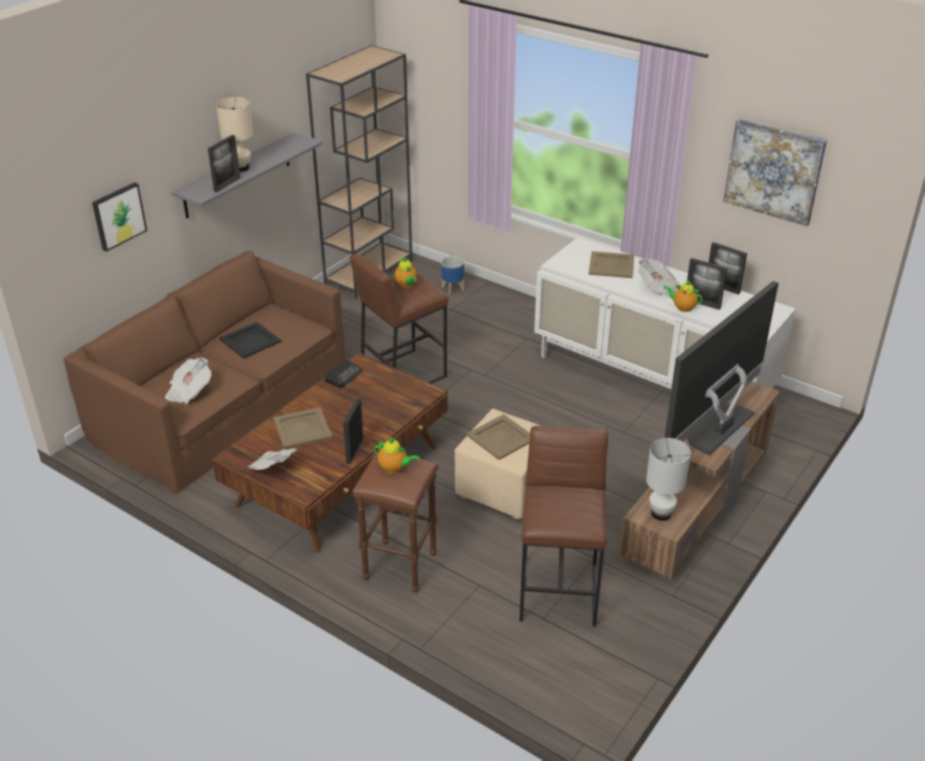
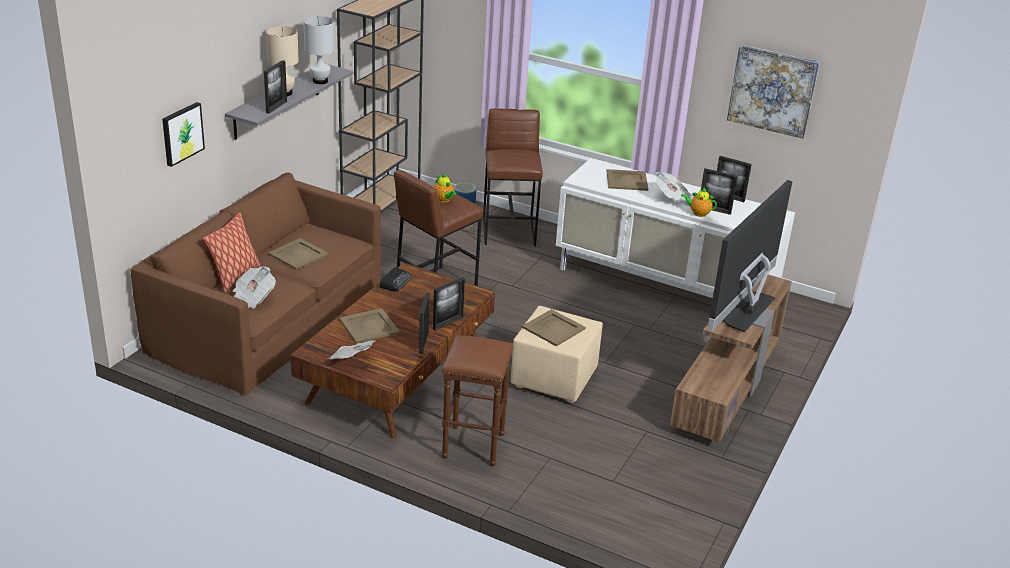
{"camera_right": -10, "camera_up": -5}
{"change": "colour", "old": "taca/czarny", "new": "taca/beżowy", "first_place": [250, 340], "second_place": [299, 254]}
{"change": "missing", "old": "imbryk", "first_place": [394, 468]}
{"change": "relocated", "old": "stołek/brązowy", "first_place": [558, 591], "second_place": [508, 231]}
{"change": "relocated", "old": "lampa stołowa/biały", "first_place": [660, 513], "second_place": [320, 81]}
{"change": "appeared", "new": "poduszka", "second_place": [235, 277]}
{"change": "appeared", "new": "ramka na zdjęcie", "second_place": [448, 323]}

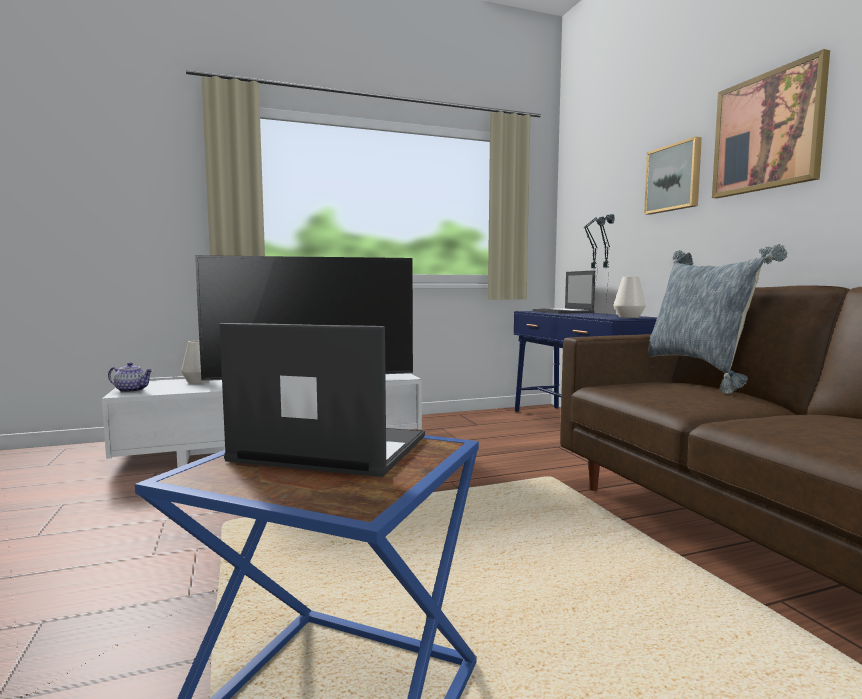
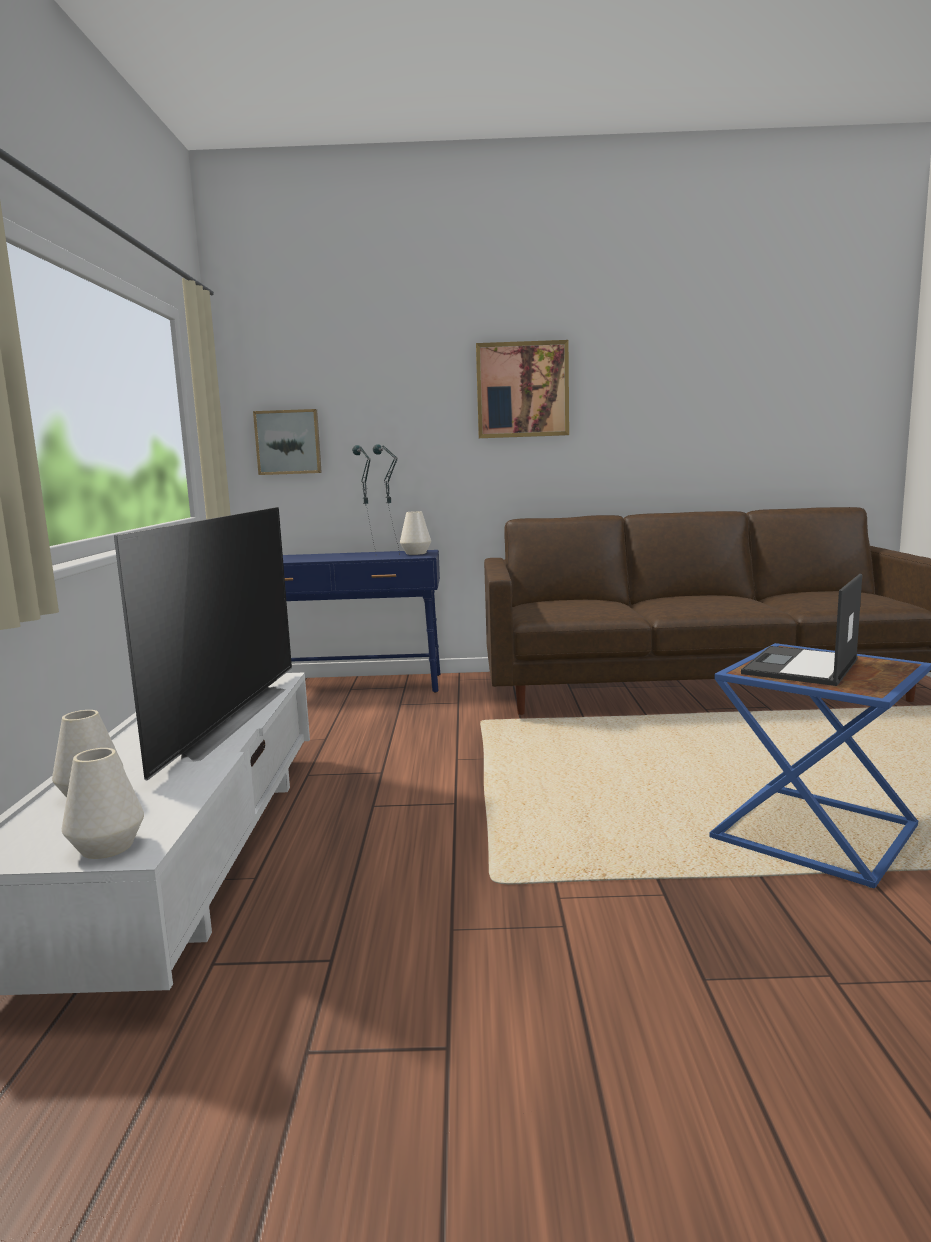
{"camera_right": -70, "camera_up": 5}
{"change": "exchanged", "old": "imbryk", "new": "wazon/biały", "first_place": [132, 390], "second_place": [106, 847]}
{"change": "missing", "old": "laptop", "first_place": [563, 312]}
{"change": "relocated", "old": "obraz", "first_place": [674, 178], "second_place": [288, 442]}
{"change": "missing", "old": "poduszka", "first_place": [698, 382]}

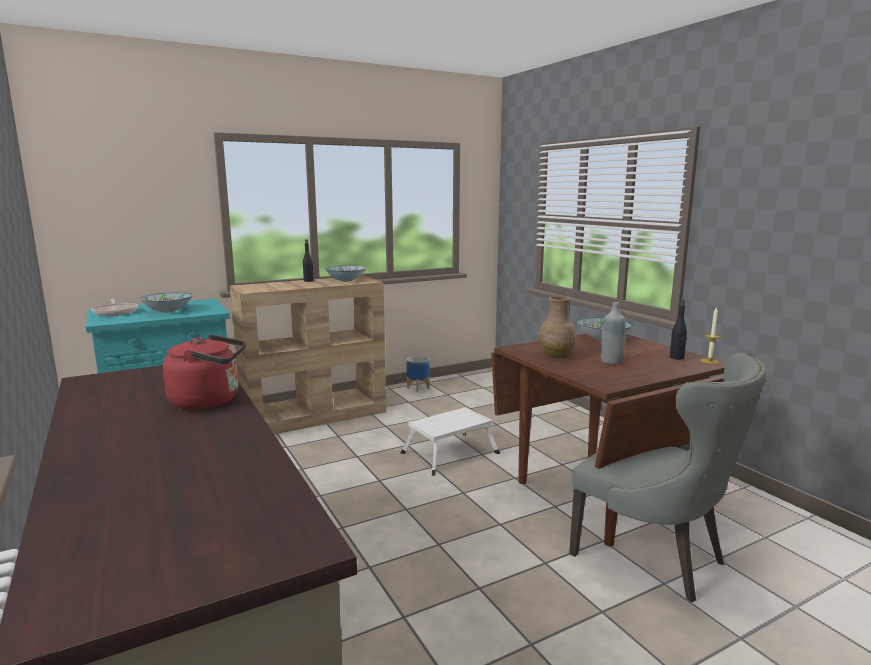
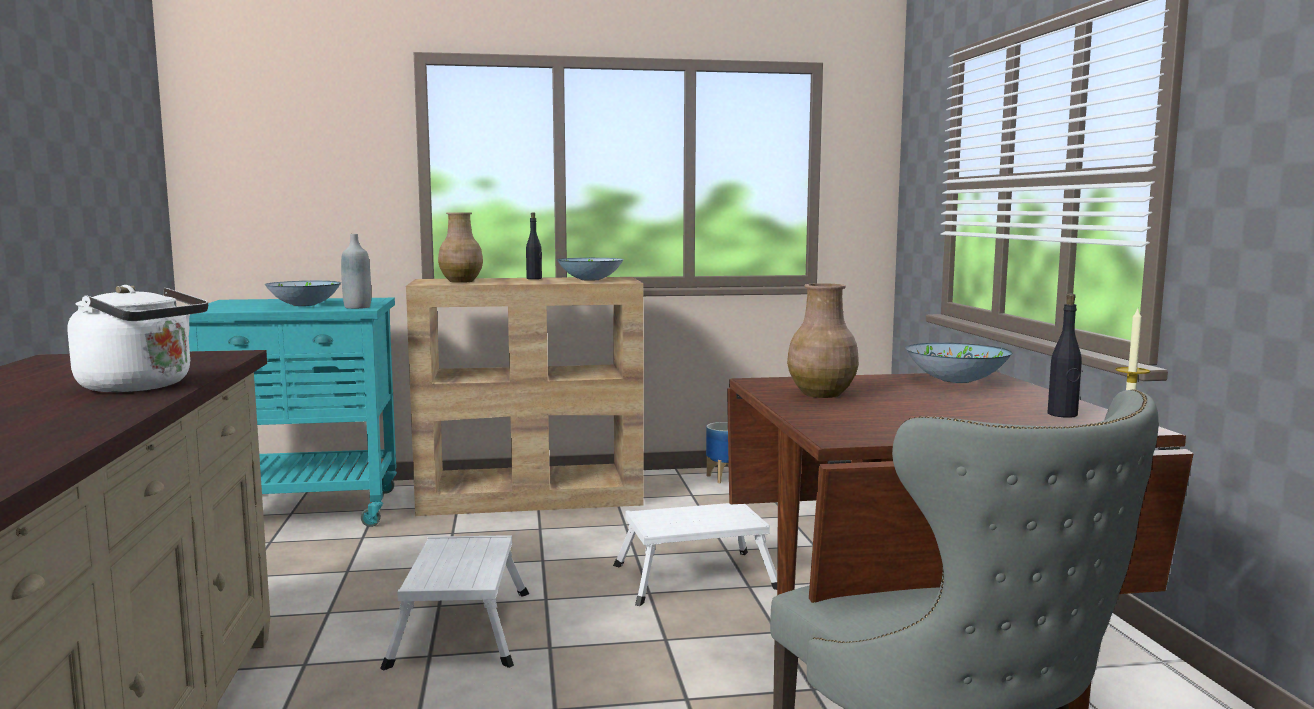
{"camera_right": 20, "camera_up": -5}
{"change": "missing", "old": "patelnia", "first_place": [115, 312]}
{"change": "colour", "old": "czajnik/czerwony", "new": "czajnik/biały", "first_place": [210, 401], "second_place": [142, 386]}
{"change": "relocated", "old": "butelka/szary", "first_place": [611, 361], "second_place": [357, 307]}
{"change": "appeared", "new": "drabinka/biały", "second_place": [461, 627]}
{"change": "appeared", "new": "wazon/brązowy", "second_place": [462, 281]}

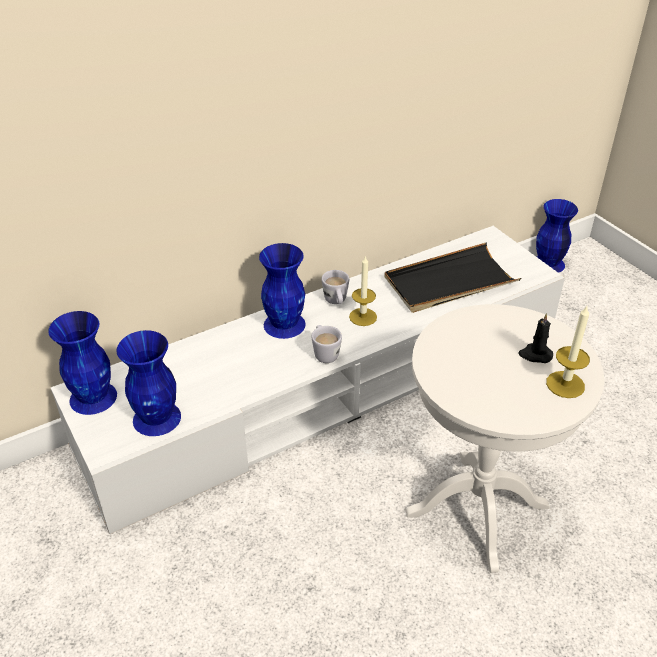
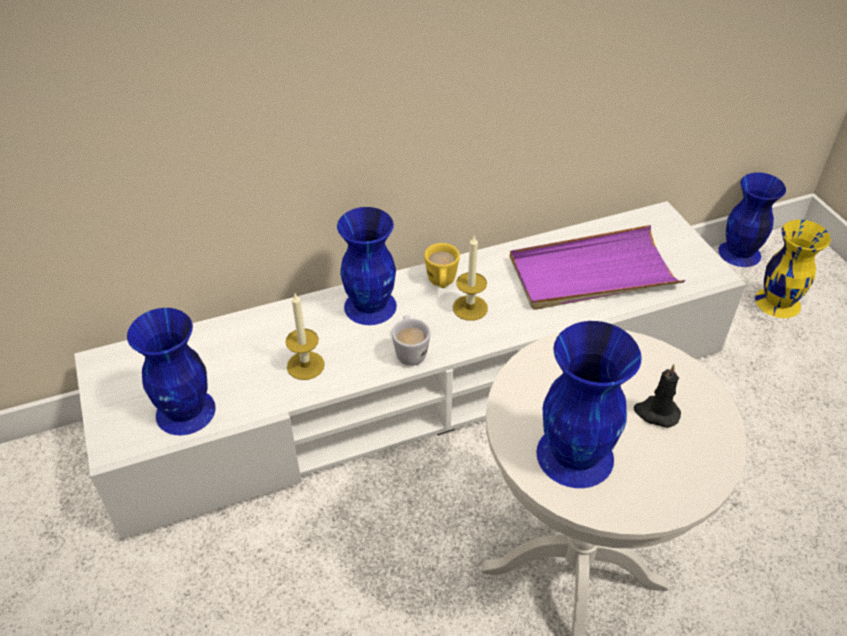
{"camera_right": 10, "camera_up": 5}
{"change": "relocated", "old": "wazon/niebieski", "first_place": [94, 397], "second_place": [576, 455]}
{"change": "colour", "old": "kubek/biały", "new": "kubek/żółty", "first_place": [336, 302], "second_place": [441, 283]}
{"change": "colour", "old": "taca/czarny", "new": "taca/fioletowy", "first_place": [449, 282], "second_place": [592, 273]}
{"change": "relocated", "old": "świeca", "first_place": [565, 384], "second_place": [305, 365]}
{"change": "appeared", "new": "wazon/żółty", "second_place": [777, 301]}

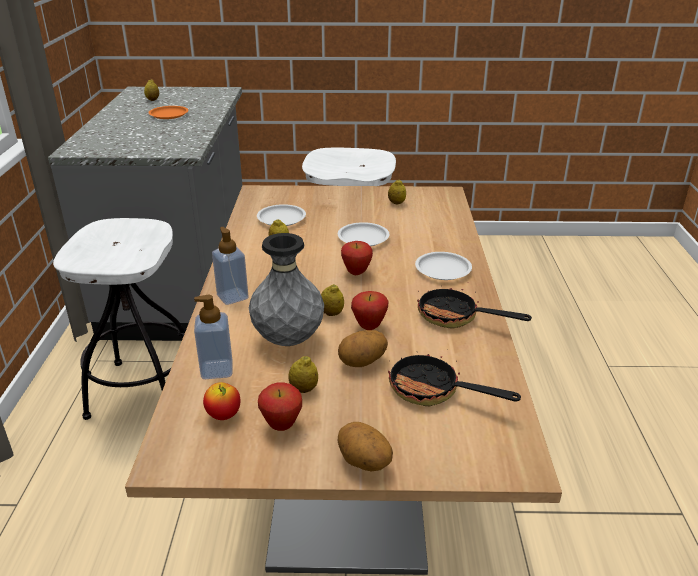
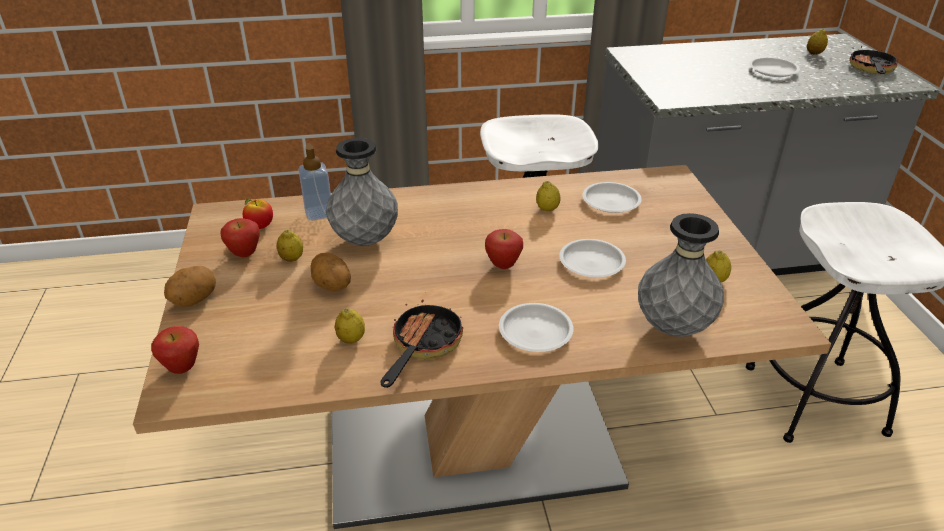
{"camera_right": 80, "camera_up": 5}
{"change": "colour", "old": "talerz/pomarańczowy", "new": "talerz/biały", "first_place": [168, 115], "second_place": [772, 70]}
{"change": "missing", "old": "dozownik mydła", "first_place": [232, 297]}
{"change": "relocated", "old": "cytryna", "first_place": [331, 313], "second_place": [351, 339]}
{"change": "relocated", "old": "jabłko", "first_place": [369, 327], "second_place": [182, 368]}
{"change": "relocated", "old": "patelnia", "first_place": [433, 391], "second_place": [871, 70]}
{"change": "appeared", "new": "wazon/szary", "second_place": [673, 328]}

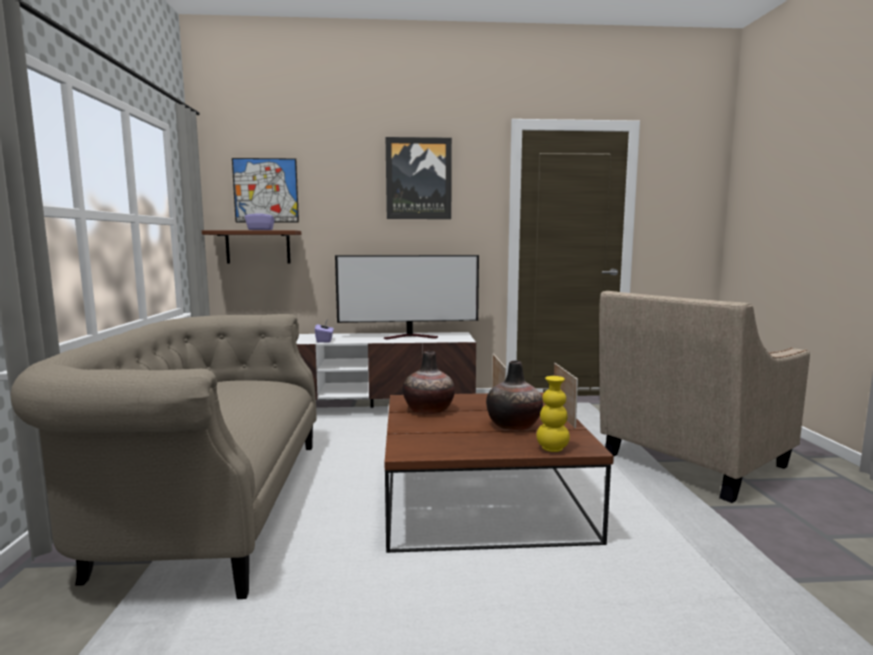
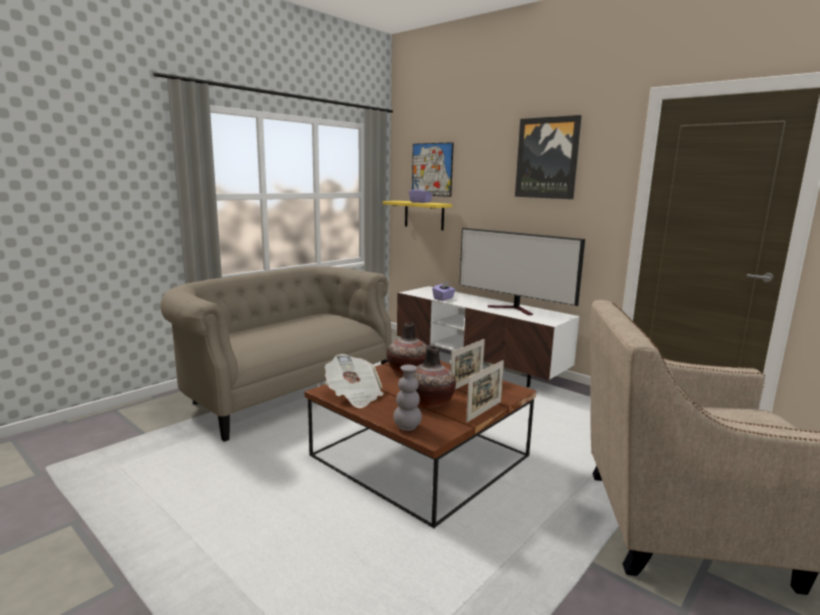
{"camera_right": 45, "camera_up": 5}
{"change": "colour", "old": "półka/brązowy", "new": "półka/żółty", "first_place": [258, 247], "second_place": [424, 215]}
{"change": "colour", "old": "wazon/żółty", "new": "wazon/szary", "first_place": [552, 449], "second_place": [407, 427]}
{"change": "appeared", "new": "gazeta", "second_place": [354, 395]}

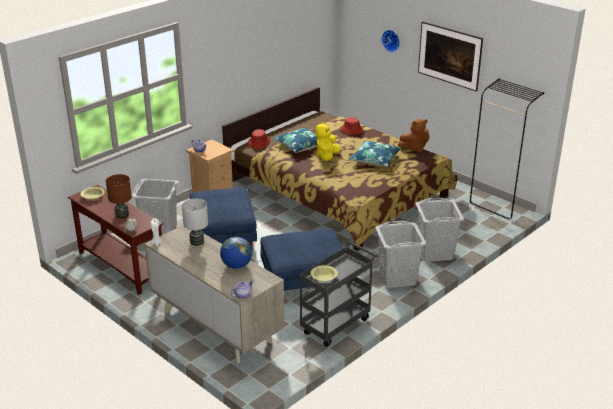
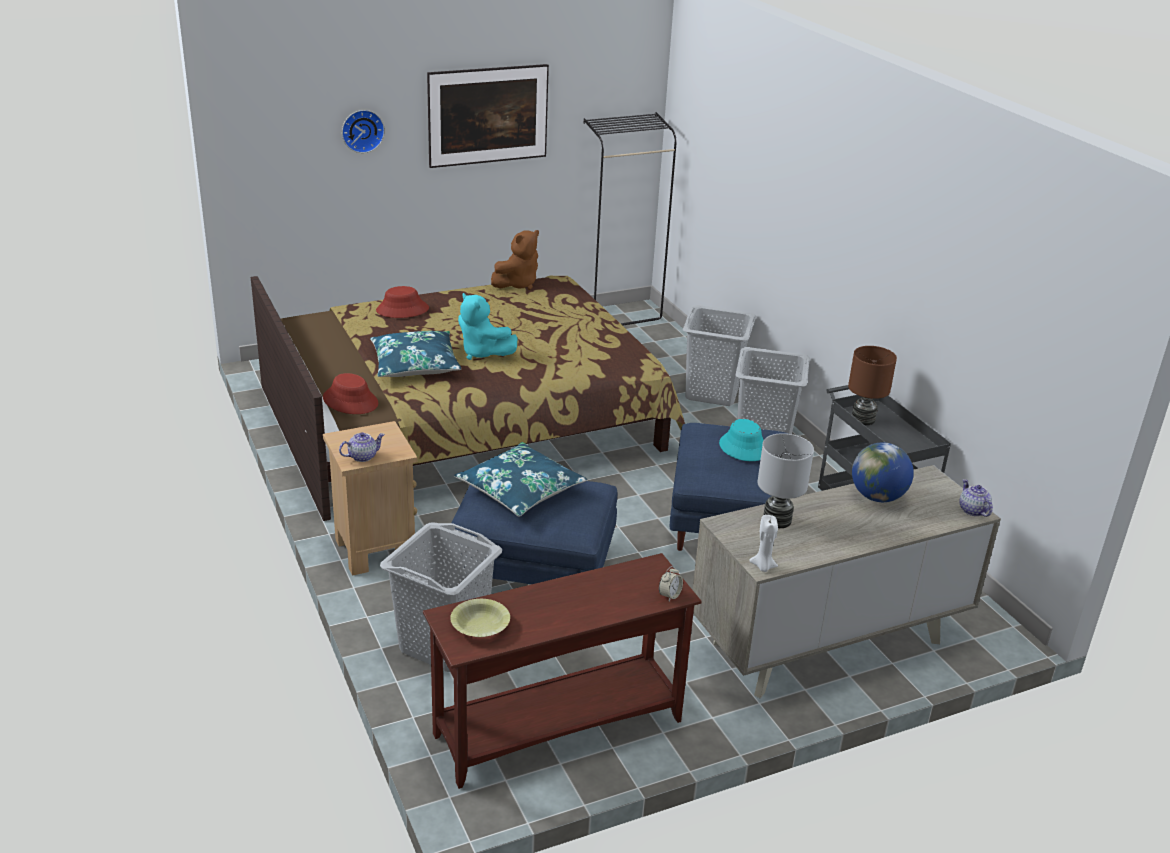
{"camera_right": -70, "camera_up": 0}
{"change": "relocated", "old": "lampa stołowa/brązowy", "first_place": [122, 214], "second_place": [863, 419]}
{"change": "missing", "old": "miska/żółty", "first_place": [324, 277]}
{"change": "colour", "old": "pluszak/żółty", "new": "pluszak/turkusowy", "first_place": [327, 157], "second_place": [483, 353]}
{"change": "relocated", "old": "poduszka/niebieski", "first_place": [375, 159], "second_place": [520, 490]}
{"change": "spun", "old": "pluszak/brązowy", "first_place": [414, 148], "second_place": [517, 284], "degrees": 45}
{"change": "appeared", "new": "kapelusz/turkusowy", "second_place": [743, 447]}

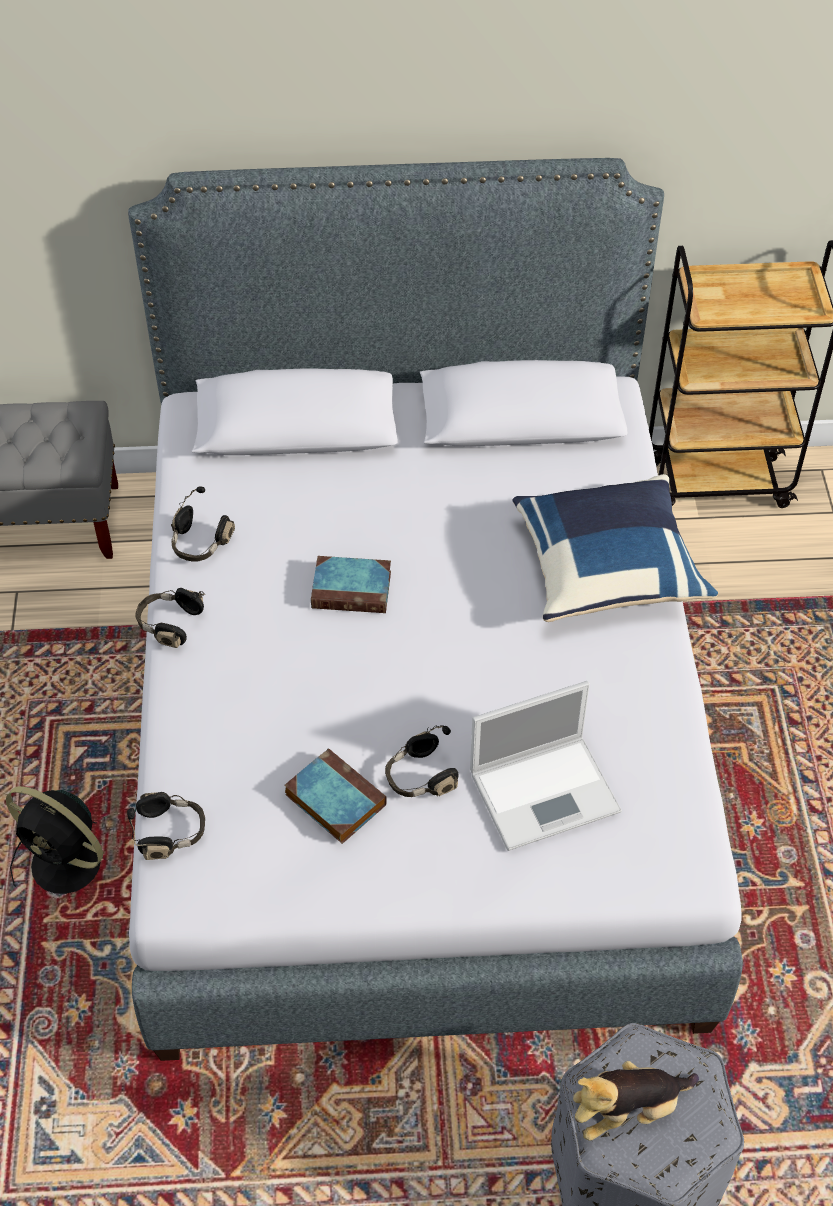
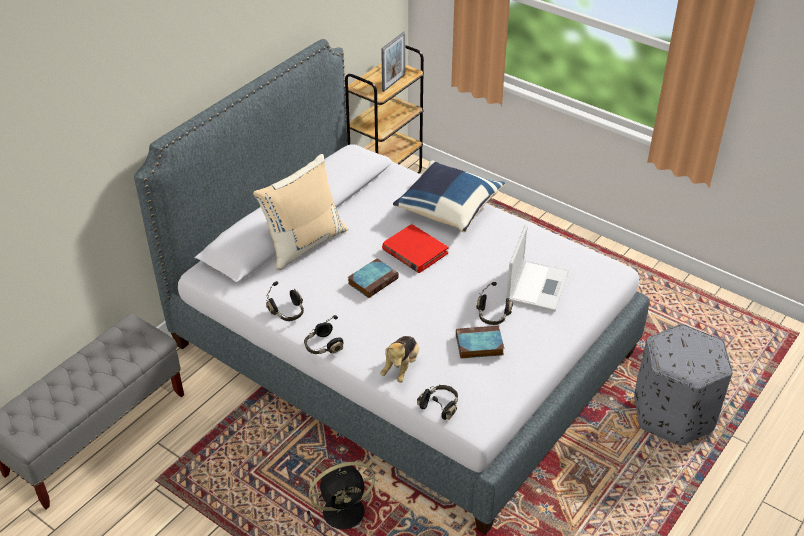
{"camera_right": -50, "camera_up": -10}
{"change": "relocated", "old": "pluszak", "first_place": [628, 1110], "second_place": [401, 367]}
{"change": "appeared", "new": "poduszka/beżowy", "second_place": [304, 243]}
{"change": "appeared", "new": "ramka na zdjęcie", "second_place": [393, 82]}
{"change": "appeared", "new": "książka/czerwony", "second_place": [414, 251]}

